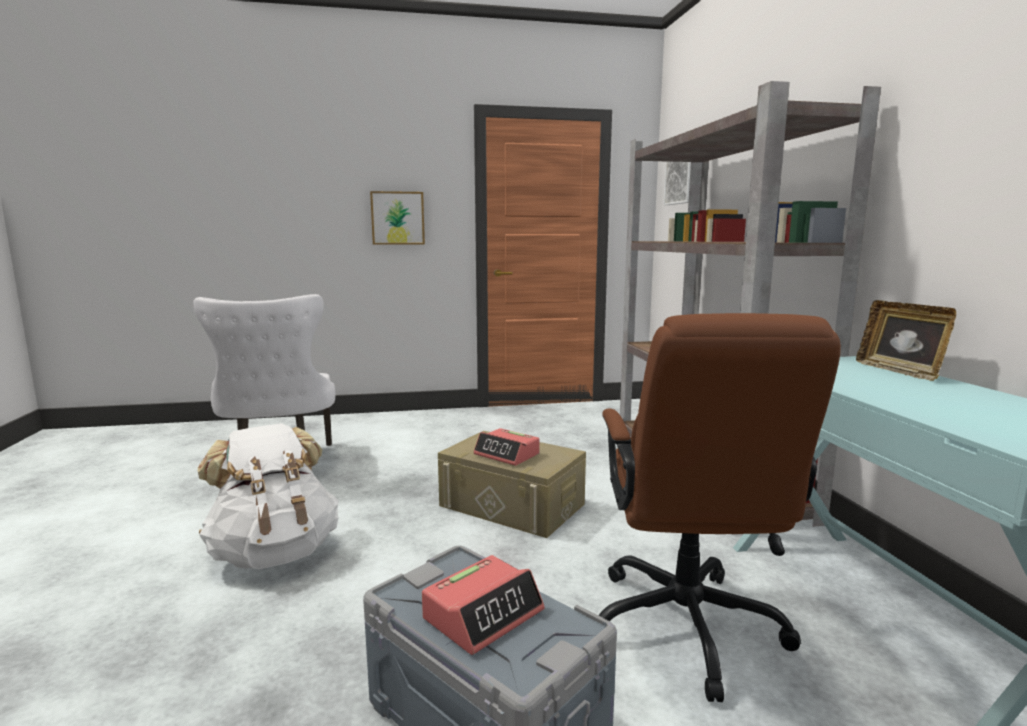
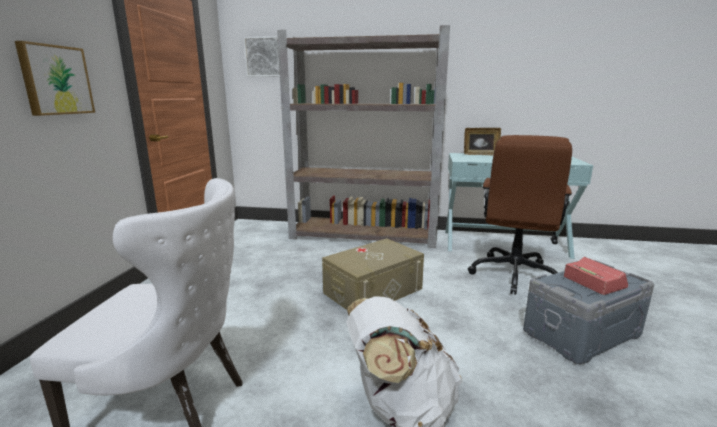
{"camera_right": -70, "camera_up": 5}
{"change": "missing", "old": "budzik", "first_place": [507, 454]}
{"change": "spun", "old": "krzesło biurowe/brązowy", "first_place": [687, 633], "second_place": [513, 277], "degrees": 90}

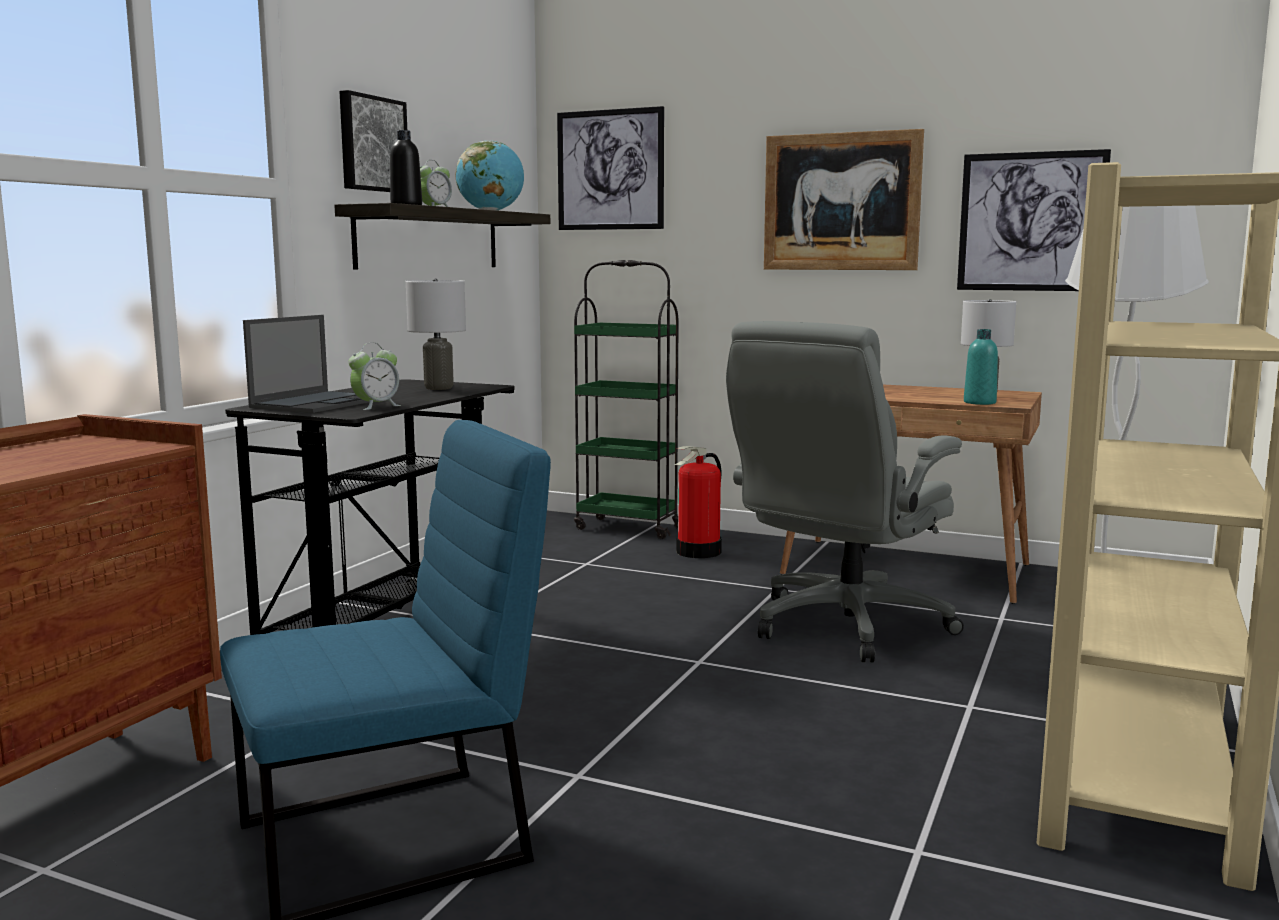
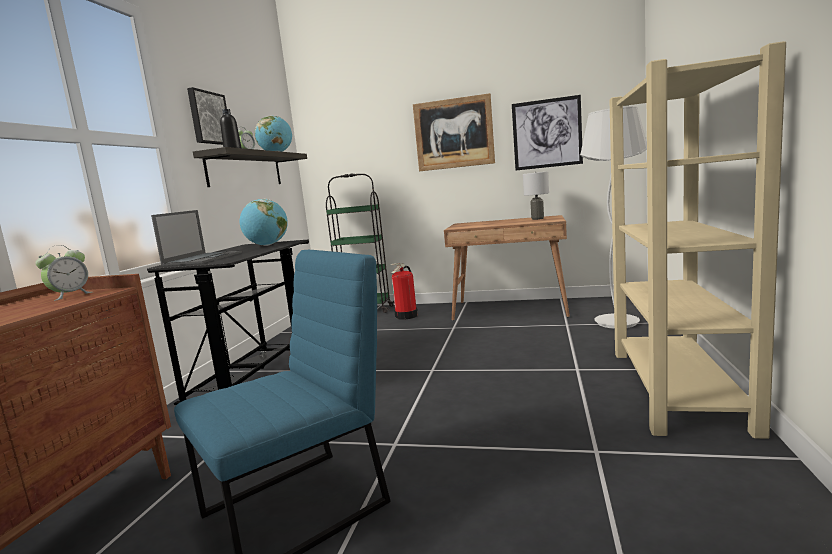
{"camera_right": -10, "camera_up": 0}
{"change": "relocated", "old": "budzik", "first_place": [376, 406], "second_place": [70, 295]}
{"change": "exchanged", "old": "lampa stołowa/biały", "new": "globus", "first_place": [438, 388], "second_place": [267, 245]}
{"change": "missing", "old": "obraz", "first_place": [610, 170]}
{"change": "missing", "old": "krzesło biurowe/szary", "first_place": [839, 628]}
{"change": "missing", "old": "butelka/turkusowy", "first_place": [979, 402]}

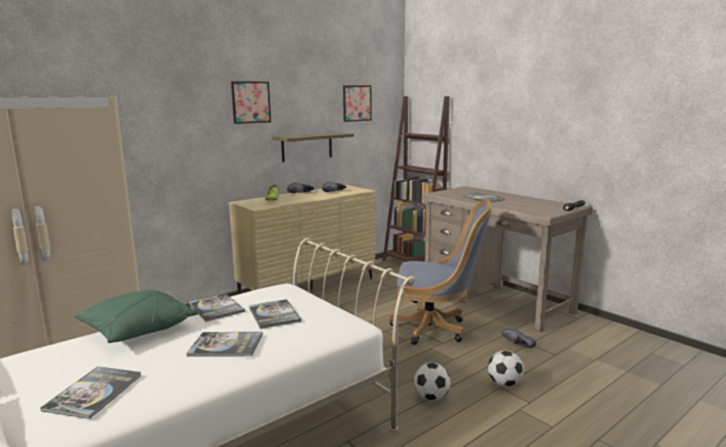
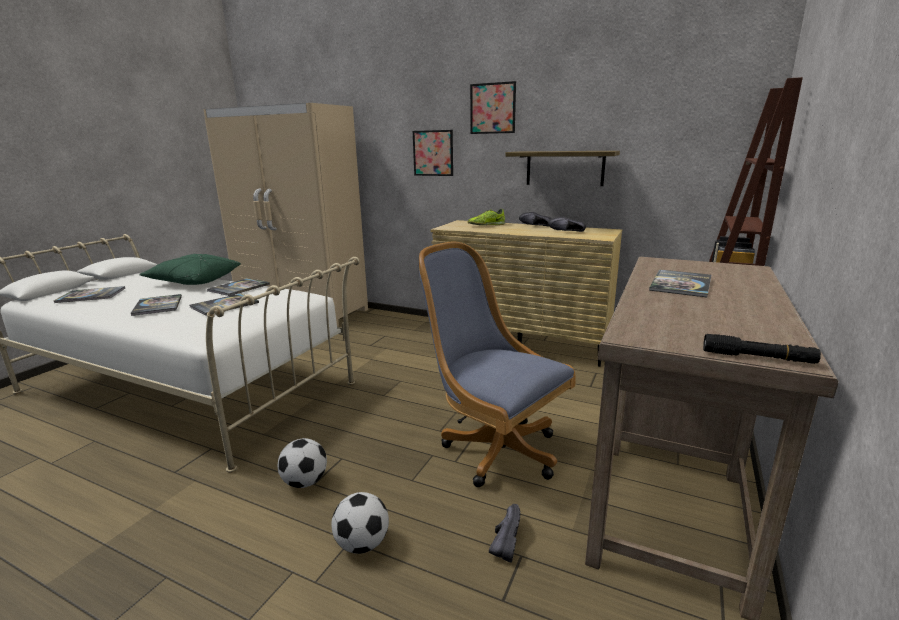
{"camera_right": 65, "camera_up": 5}
{"change": "relocated", "old": "obraz", "first_place": [357, 103], "second_place": [433, 153]}
{"change": "spun", "old": "krzesło biurowe/niebieski", "first_place": [436, 329], "second_place": [492, 447], "degrees": 150}

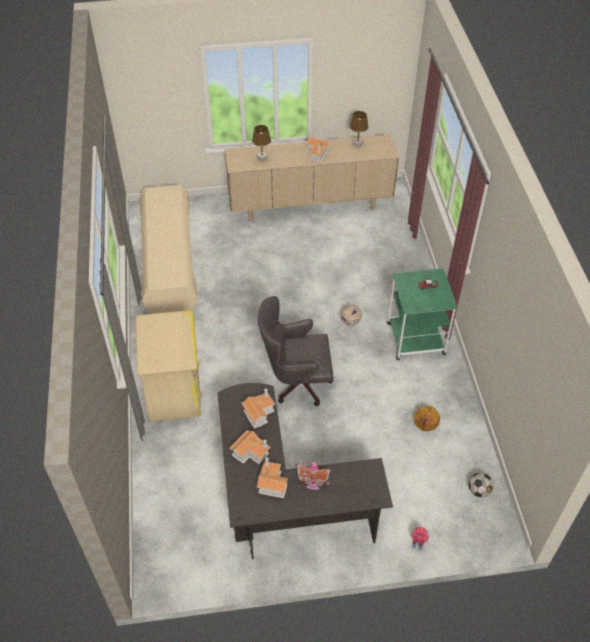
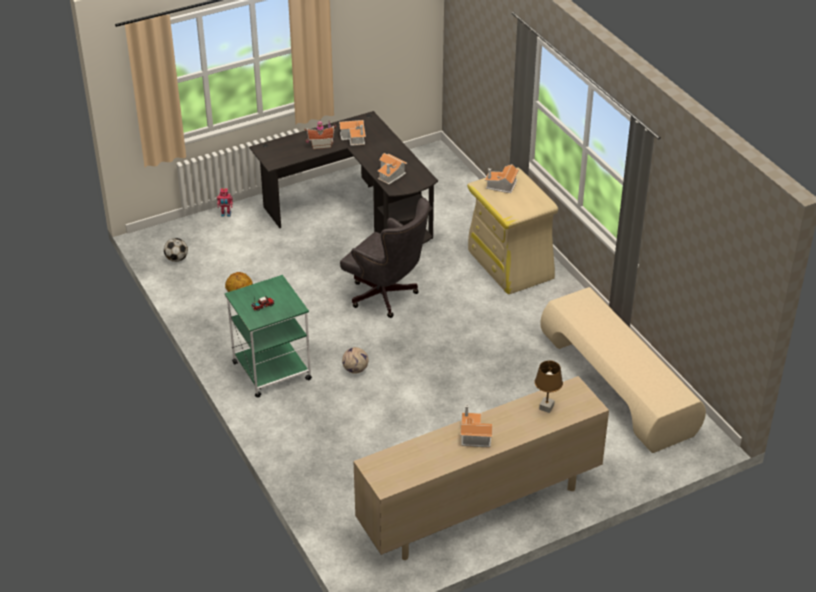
{"camera_right": 160, "camera_up": -10}
{"change": "relocated", "old": "domek", "first_place": [251, 451], "second_place": [501, 185]}
{"change": "spun", "old": "krzesło biurowe/szary", "first_place": [297, 384], "second_place": [386, 297], "degrees": 60}
{"change": "missing", "old": "lampa stołowa/brązowy", "first_place": [357, 144]}

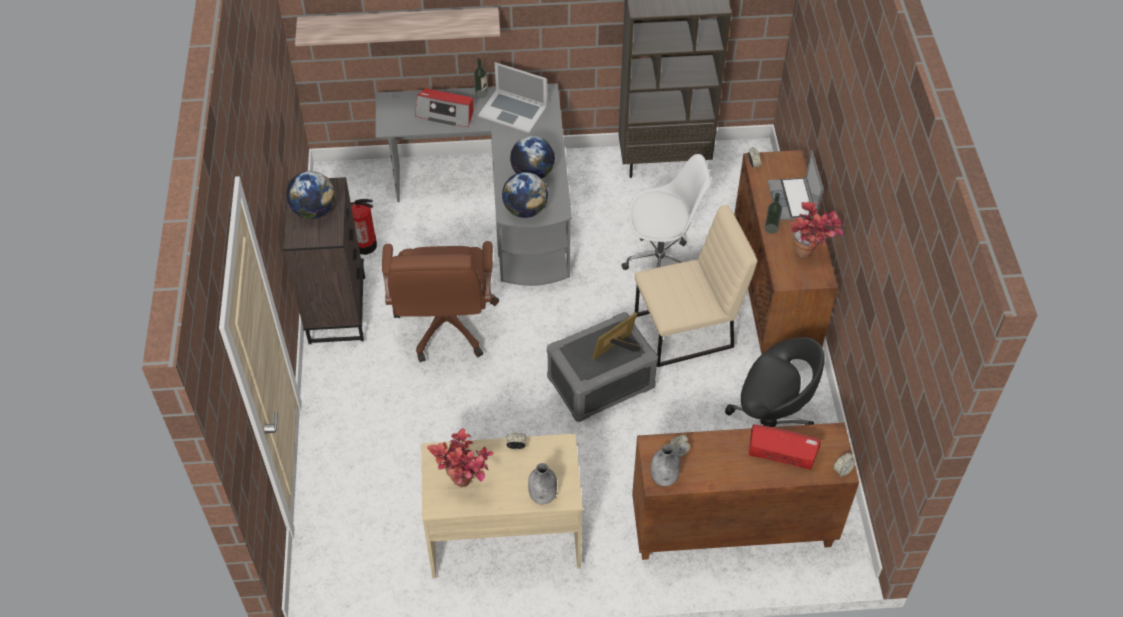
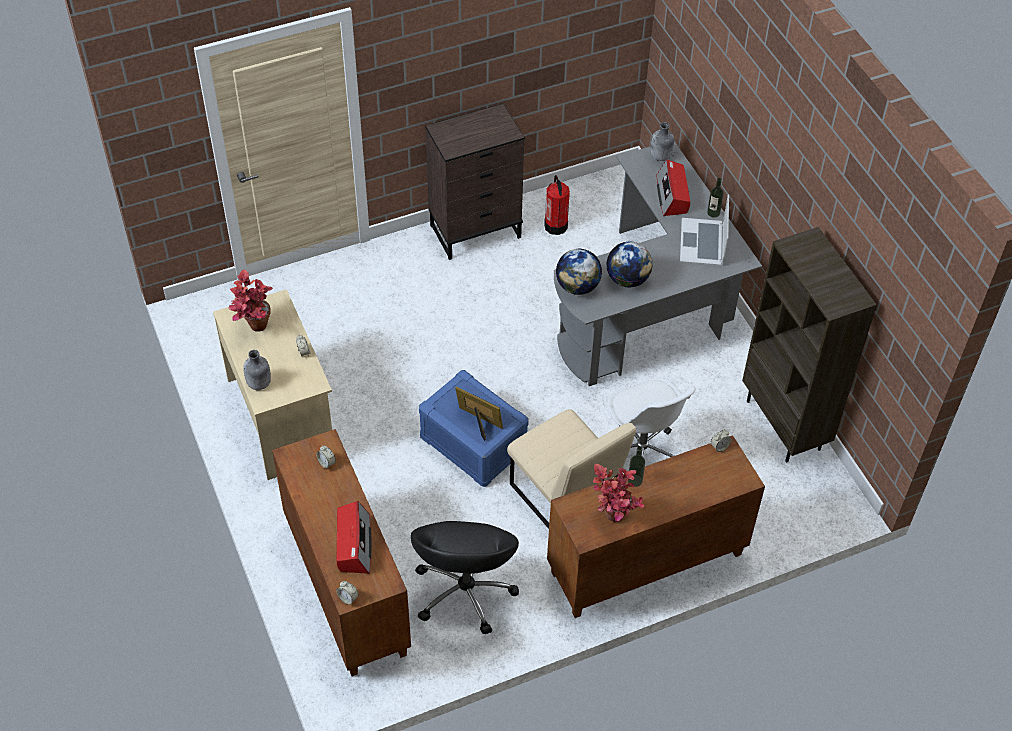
{"camera_right": 70, "camera_up": 0}
{"change": "missing", "old": "globus", "first_place": [314, 211]}
{"change": "missing", "old": "półka", "first_place": [399, 25]}
{"change": "missing", "old": "krzesło biurowe/brązowy", "first_place": [445, 329]}
{"change": "colour", "old": "pojemnik do przechowywania/szary", "new": "pojemnik do przechowywania/niebieski", "first_place": [601, 383], "second_place": [472, 443]}
{"change": "relocated", "old": "butelka/szary", "first_place": [664, 478], "second_place": [660, 157]}
{"change": "missing", "old": "laptop", "first_place": [793, 201]}

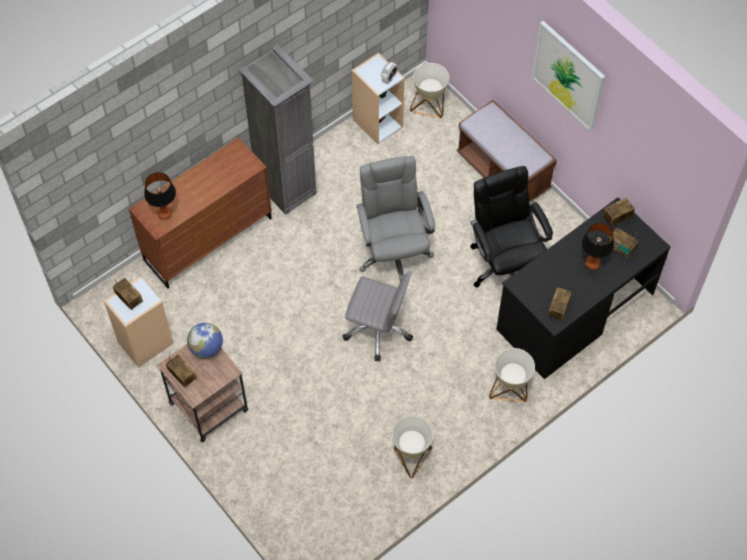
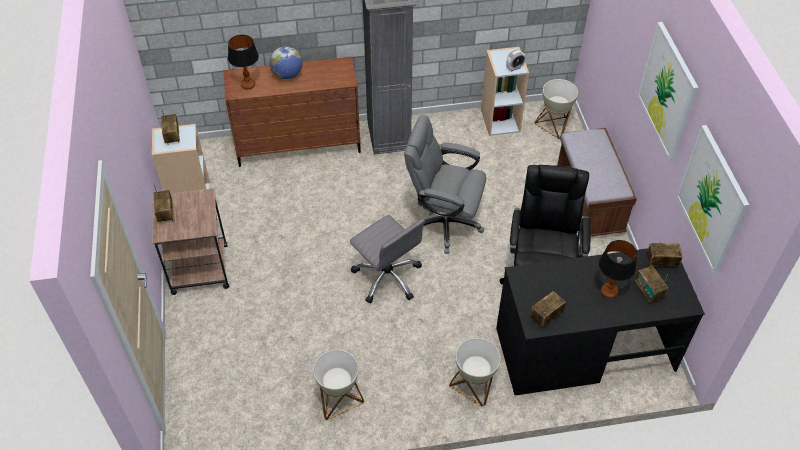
{"camera_right": 30, "camera_up": -10}
{"change": "relocated", "old": "globus", "first_place": [206, 348], "second_place": [287, 75]}
{"change": "spun", "old": "krzesło biurowe/szary", "first_place": [393, 253], "second_place": [444, 223], "degrees": -90}
{"change": "appeared", "new": "obraz", "second_place": [712, 199]}

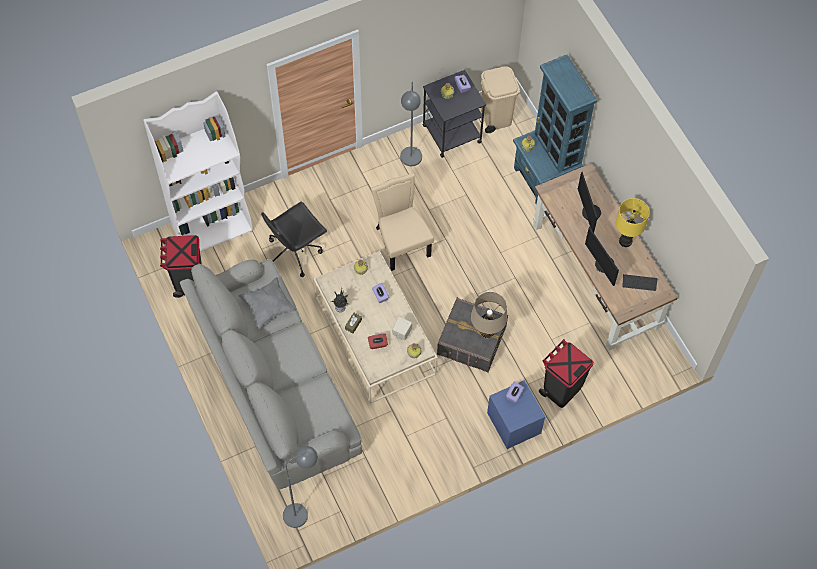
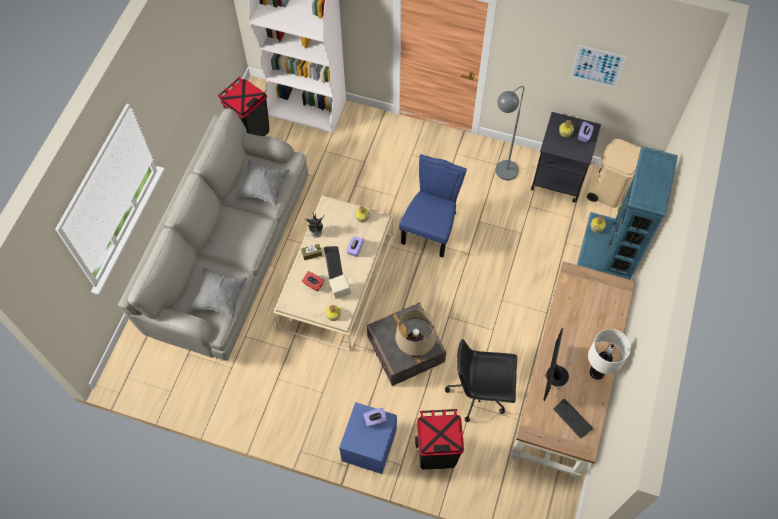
{"camera_right": 45, "camera_up": 0}
{"change": "relocated", "old": "krzesło biurowe/czarny", "first_place": [295, 252], "second_place": [480, 393]}
{"change": "missing", "old": "lampa stojąca/szary", "first_place": [302, 512]}
{"change": "colour", "old": "krzesło/beżowy", "new": "krzesło/niebieski", "first_place": [401, 244], "second_place": [430, 230]}
{"change": "missing", "old": "monitor", "first_place": [589, 213]}
{"change": "colour", "old": "lampa stołowa/żółty", "new": "lampa stołowa/biały", "first_place": [625, 241], "second_place": [597, 372]}
{"change": "appeared", "new": "poduszka/szary", "second_place": [220, 297]}
{"change": "appeared", "new": "klawiatura", "second_place": [333, 262]}
{"change": "appeared", "new": "obraz", "second_place": [597, 66]}

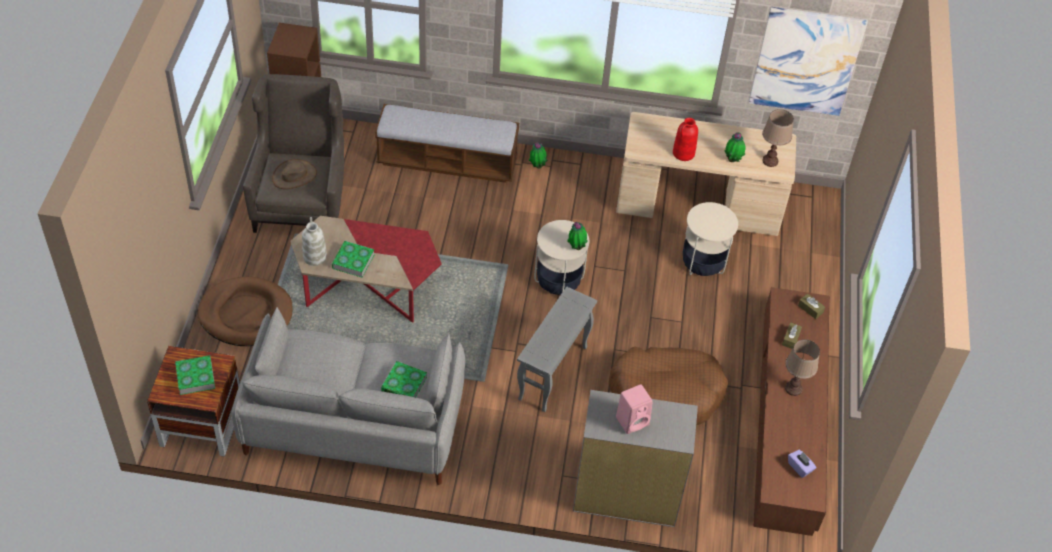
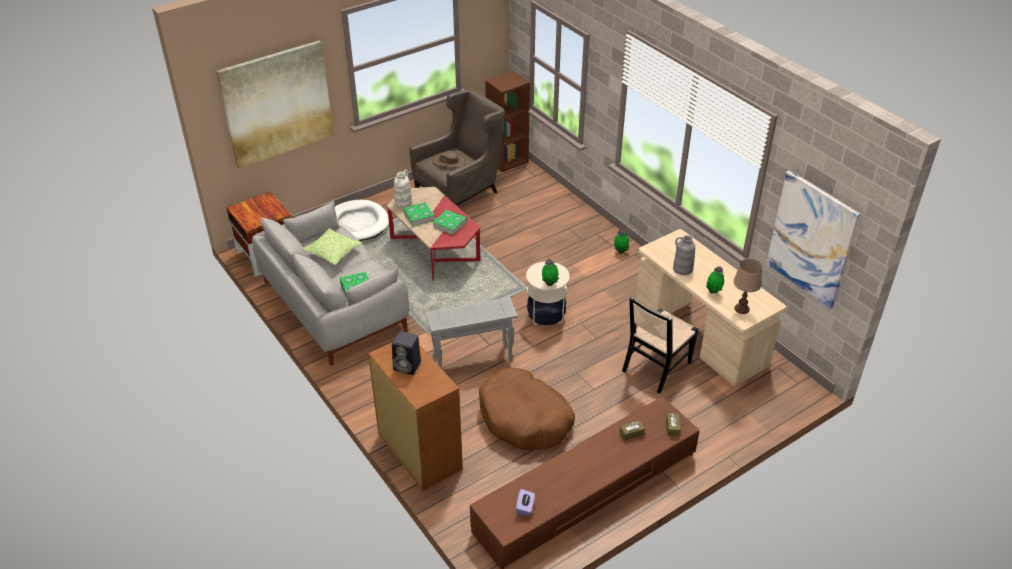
{"camera_right": 50, "camera_up": -10}
{"change": "relocated", "old": "książka", "first_place": [195, 377], "second_place": [450, 224]}
{"change": "colour", "old": "legowisko/brązowy", "new": "legowisko/biały", "first_place": [246, 314], "second_place": [358, 223]}
{"change": "missing", "old": "ławka", "first_place": [447, 162]}
{"change": "colour", "old": "szafka/szary", "new": "szafka/brązowy", "first_place": [625, 495], "second_place": [419, 451]}
{"change": "colour", "old": "głośnik/różowy", "new": "głośnik/czarny", "first_place": [633, 420], "second_place": [408, 366]}
{"change": "colour", "old": "wazon/czerwony", "new": "wazon/szary", "first_place": [683, 153], "second_place": [682, 269]}
{"change": "exchanged", "old": "stolik/beżowy", "new": "krzesło", "first_place": [703, 263], "second_place": [656, 367]}
{"change": "missing", "old": "lampa stołowa/brązowy", "first_place": [793, 388]}
{"change": "appeared", "new": "obraz", "second_place": [277, 103]}
{"change": "appeared", "new": "poduszka", "second_place": [333, 252]}

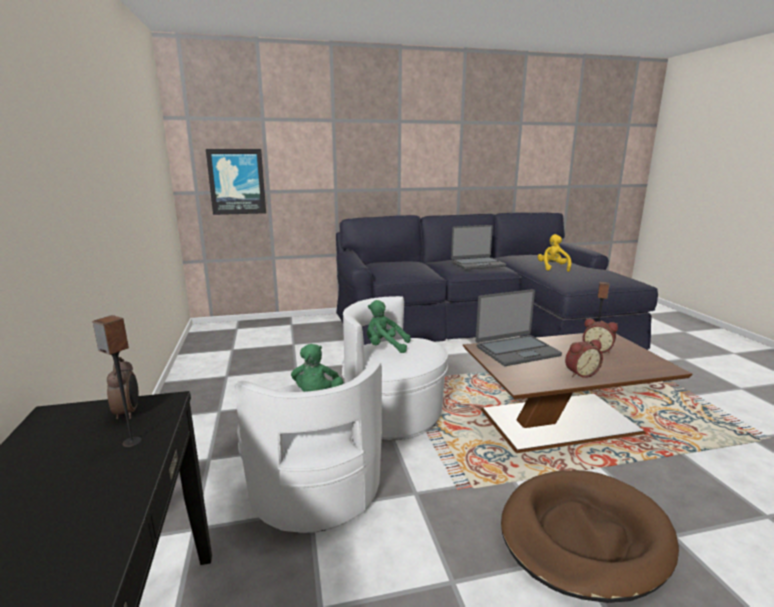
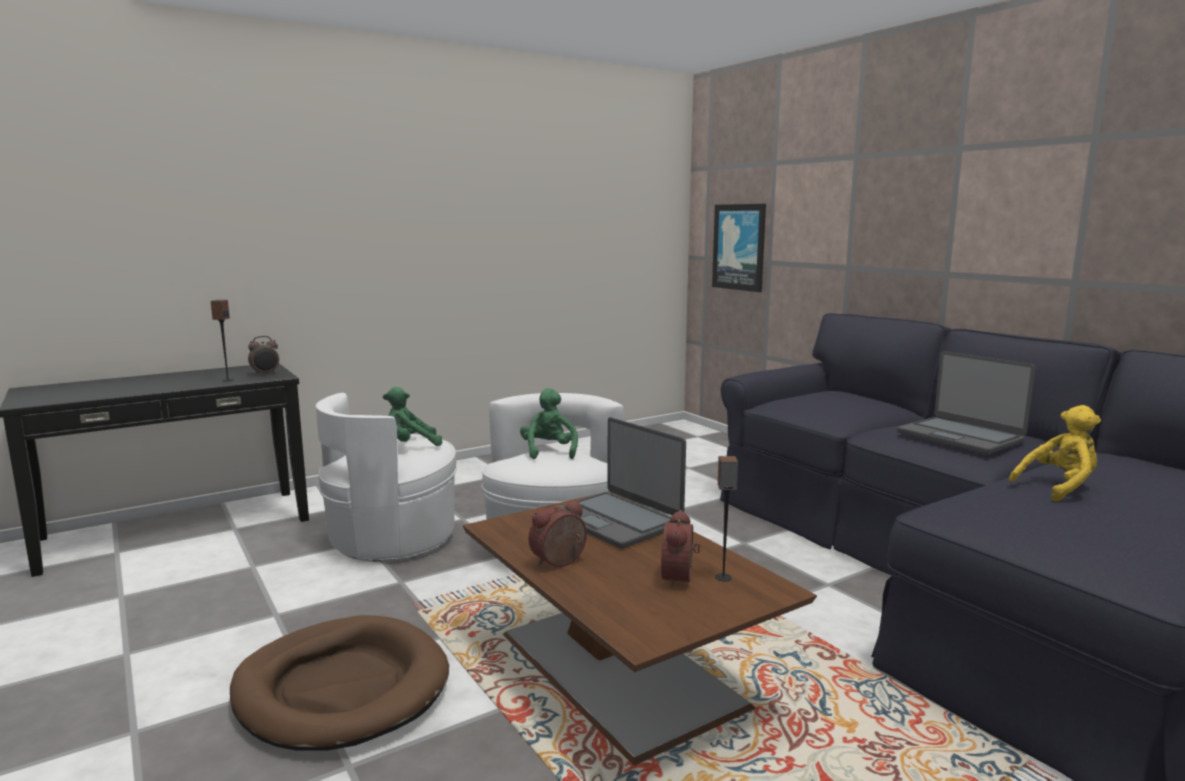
{"camera_right": 70, "camera_up": -5}
{"change": "spun", "old": "budzik", "first_place": [580, 373], "second_place": [560, 563], "degrees": 90}

